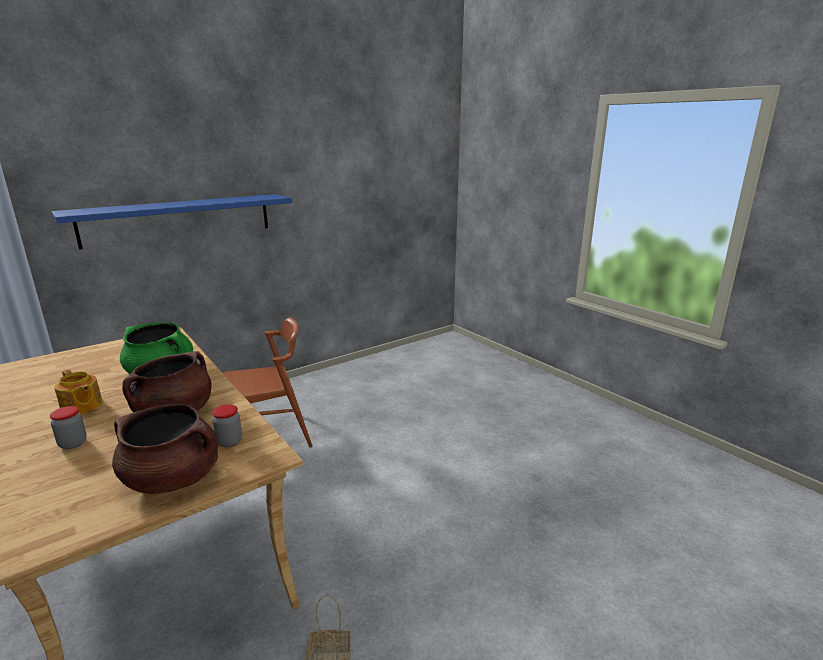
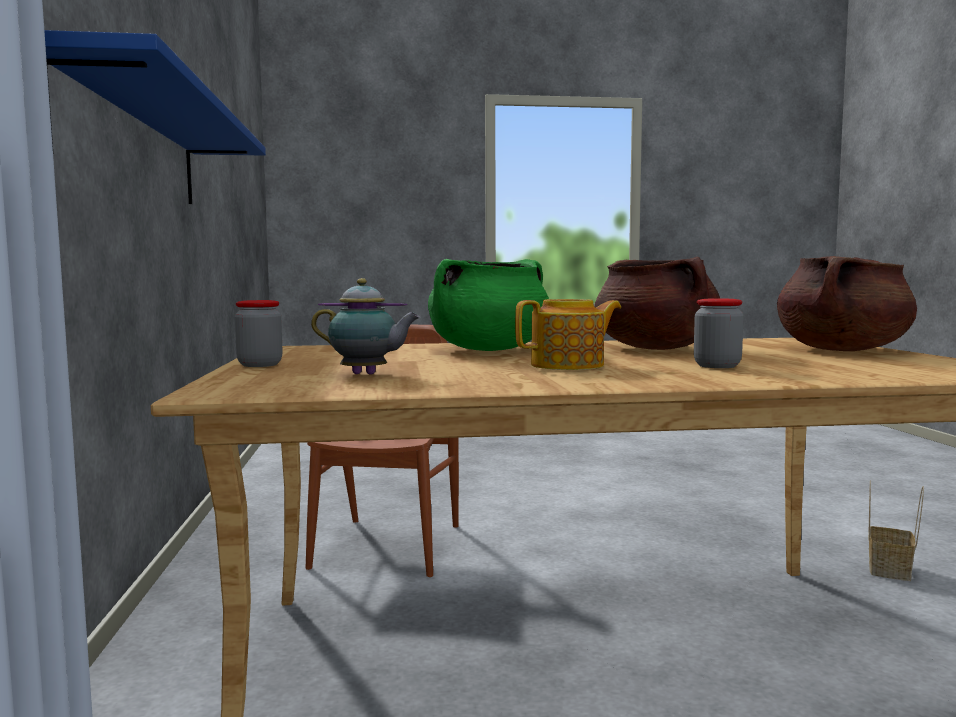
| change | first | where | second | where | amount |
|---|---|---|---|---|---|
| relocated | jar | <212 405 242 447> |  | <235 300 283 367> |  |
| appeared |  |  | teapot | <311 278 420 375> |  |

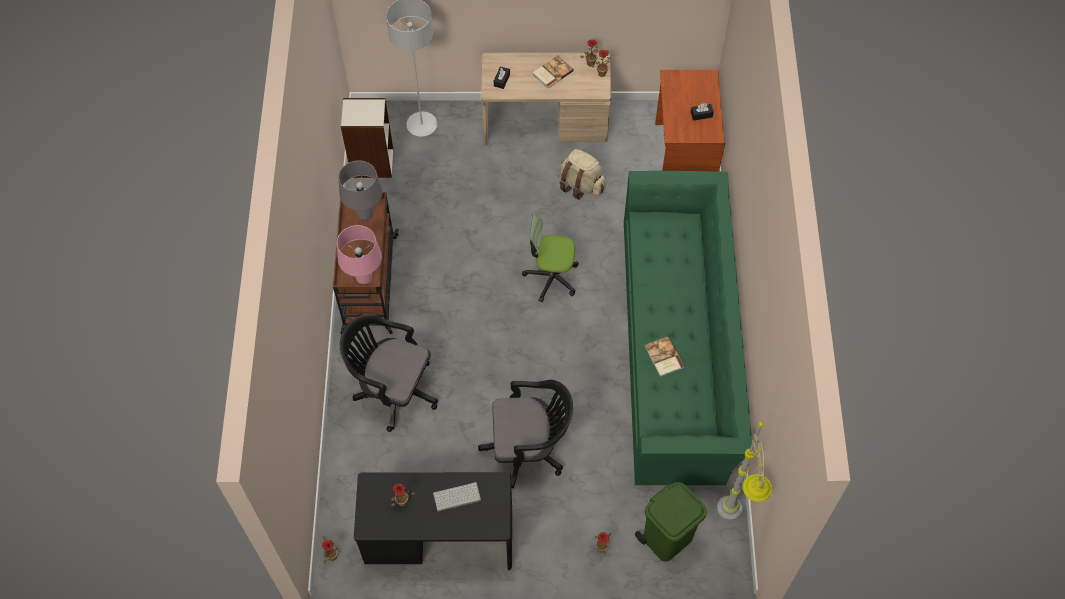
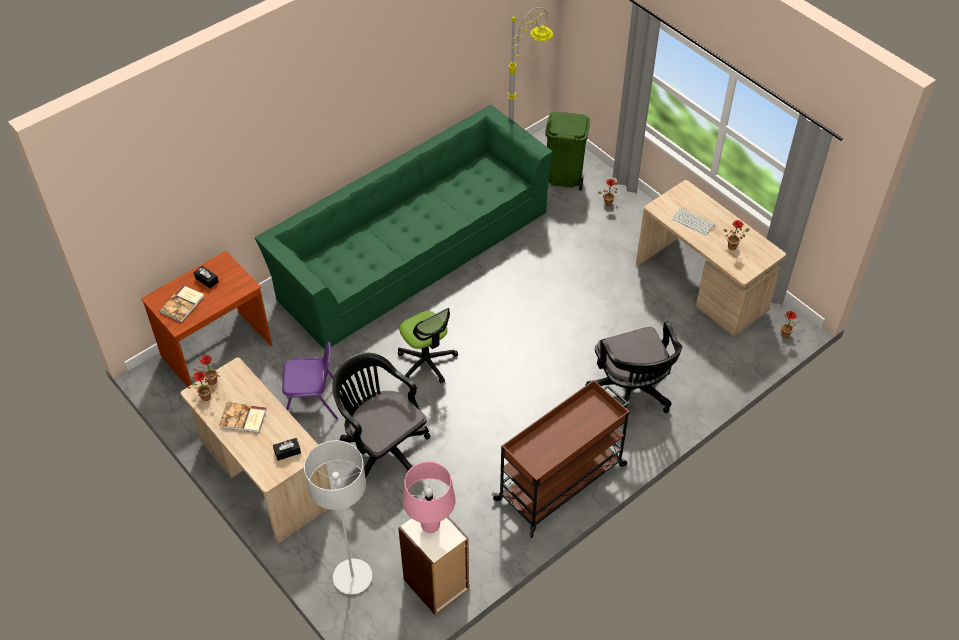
| change | first | where | second | where | amount |
|---|---|---|---|---|---|
| relocated | pink table lamp | <337 225 382 285> |  | <403 461 455 533> |  |
| missing | grey table lamp | <339 160 383 221> |  |  |  |
| colour | black desk | <354 472 512 570> | beige desk | <636 180 786 336> |  |
| relocated | black office chair | <478 380 573 489> |  | <332 353 430 478> |  |
| exchanged | beige backpack | <559 149 605 200> | purple chair | <282 342 338 420> |  |
| relocated | book | <645 336 684 377> |  | <159 285 204 322> |  |

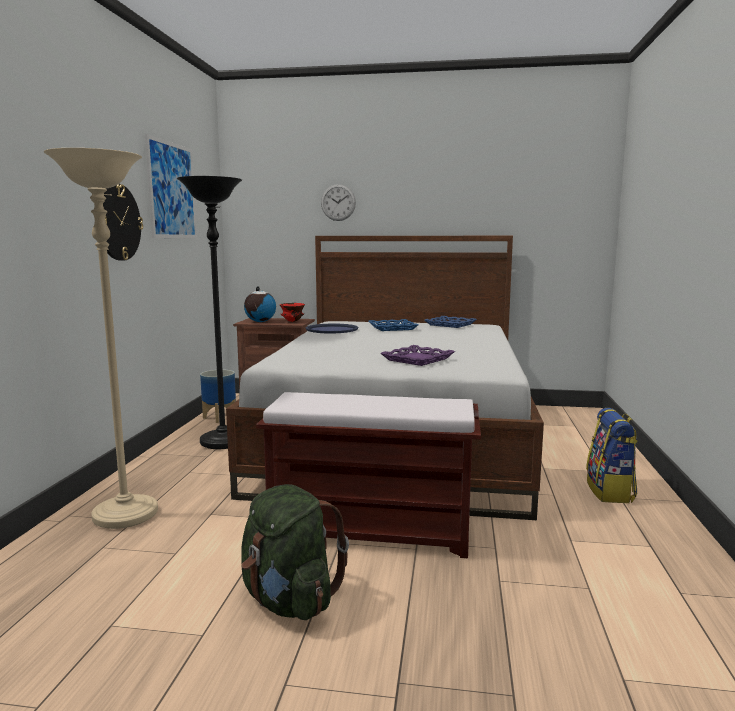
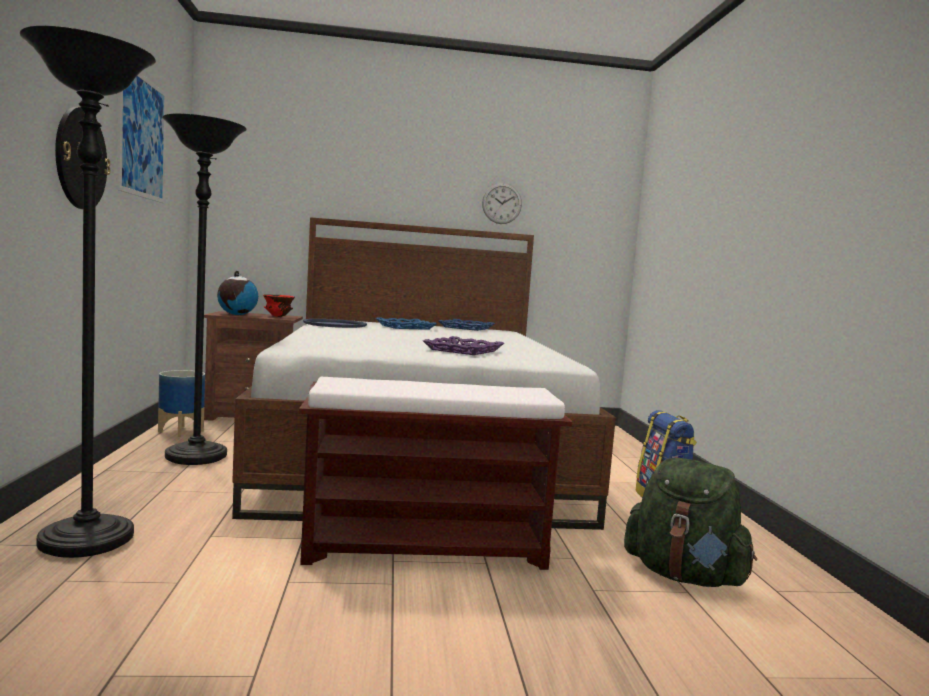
| change | first | where | second | where | amount |
|---|---|---|---|---|---|
| colour | beige floor lamp | <44 148 158 529> | black floor lamp | <20 26 156 558> |  |
| relocated | green backpack | <241 484 349 620> |  | <624 458 757 587> |  |
| relocated | wall clock | <321 184 356 221> |  | <482 183 522 224> |  |

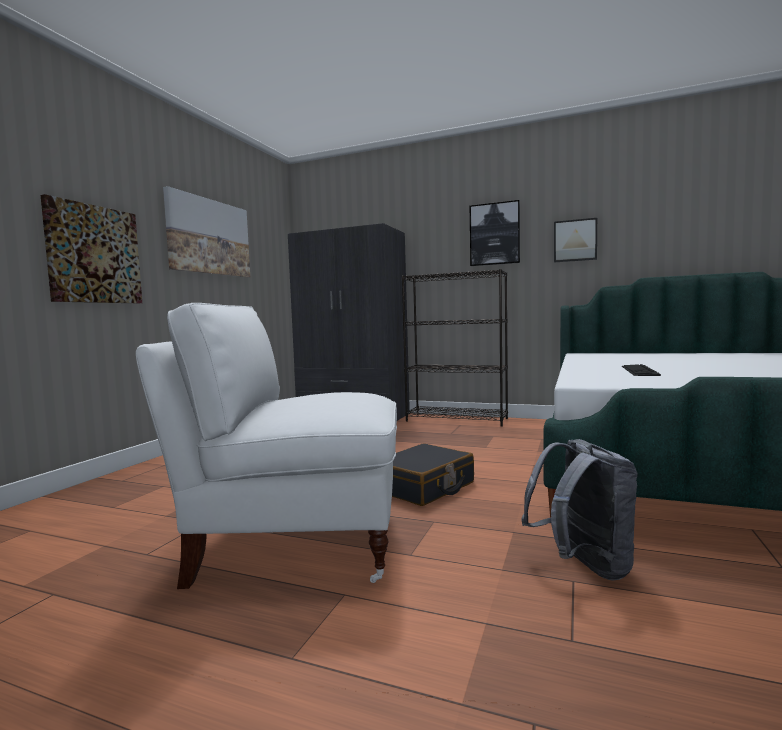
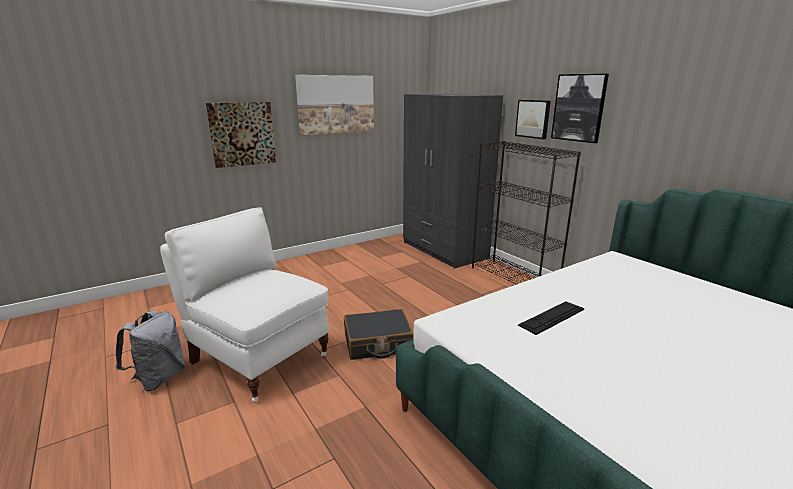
| change | first | where | second | where | amount |
|---|---|---|---|---|---|
| relocated | grey backpack | <521 439 638 581> |  | <116 311 185 391> |  |
| relocated | picture | <554 218 597 262> |  | <515 100 551 139> |  |

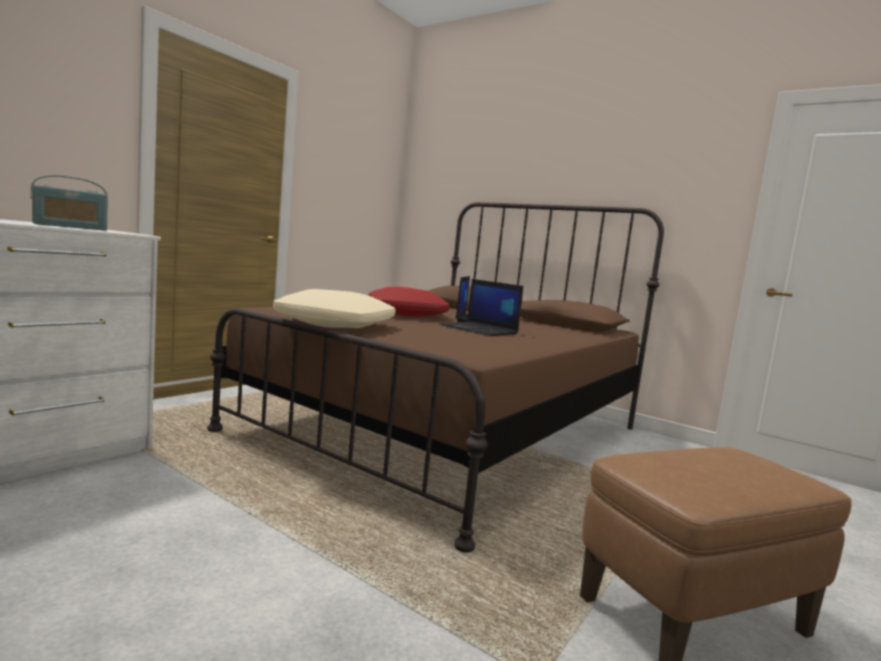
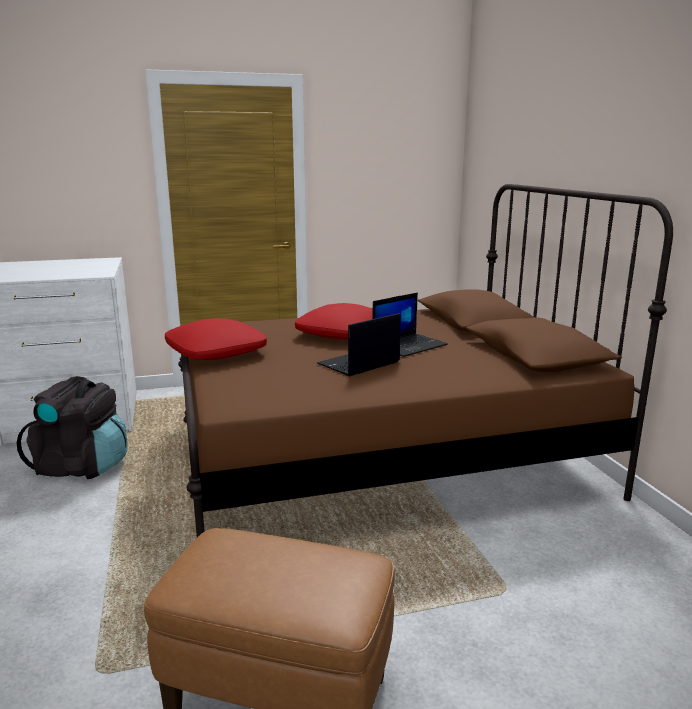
| change | first | where | second | where | amount |
|---|---|---|---|---|---|
| missing | radio | <30 175 108 231> |  |  |  |
| colour | beige pillow | <273 289 395 328> | red pillow | <165 318 267 360> |  |
| spun | laptop | <439 279 524 336> |  | <317 313 400 376> | 60 degrees clockwise |
| appeared |  |  | black backpack | <17 376 127 479> |  |

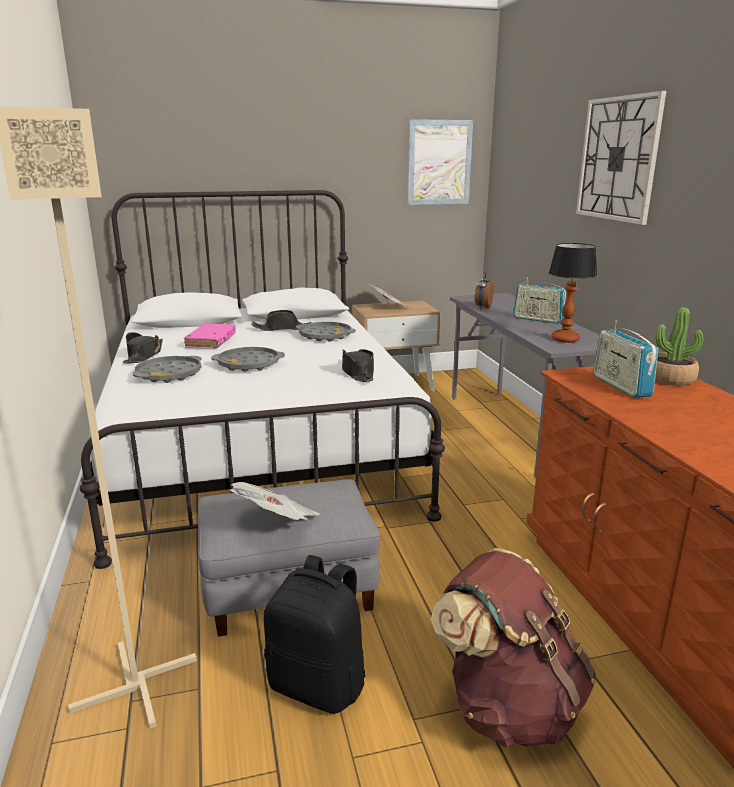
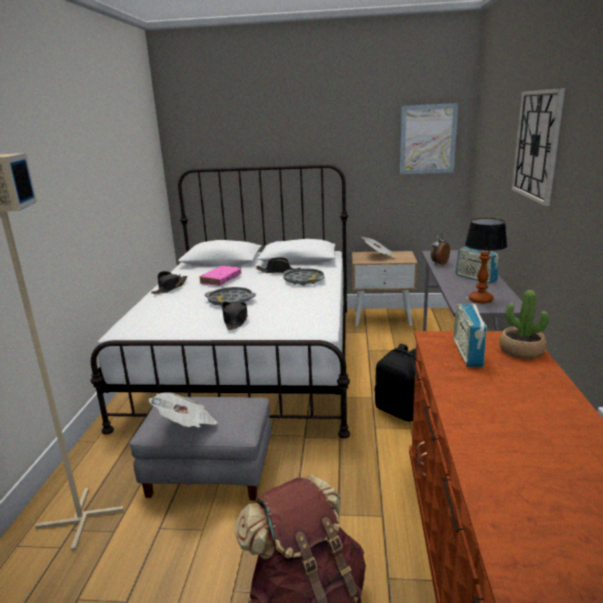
| change | first | where | second | where | amount |
|---|---|---|---|---|---|
| missing | grey tray | <132 356 202 383> |  |  |  |
| relocated | black backpack | <264 555 365 714> |  | <375 344 416 421> |  |
| relocated | black hat | <342 349 374 382> |  | <222 302 248 330> |  |

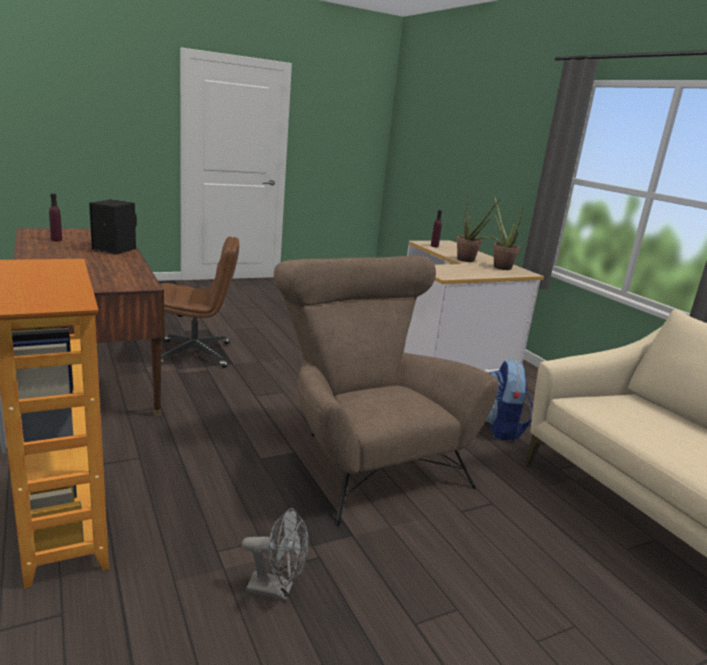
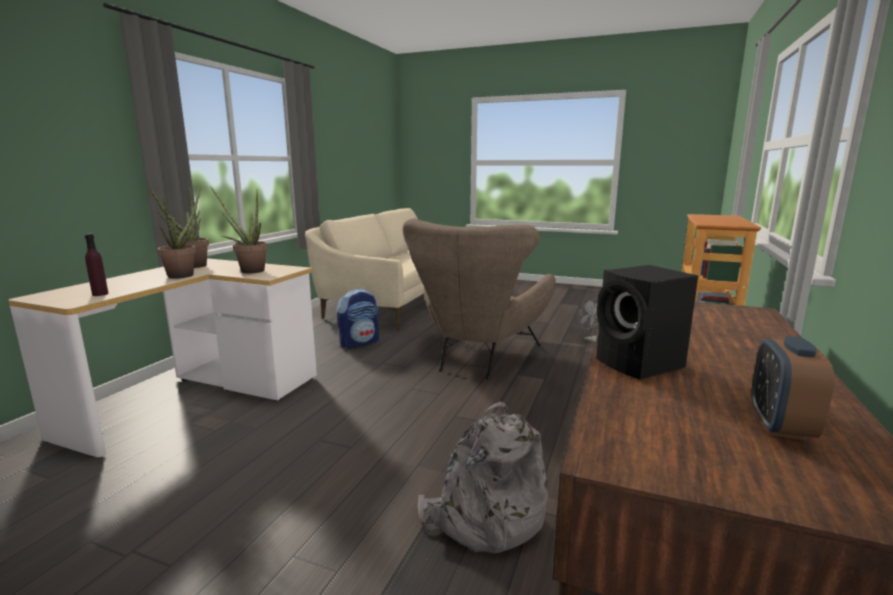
| change | first | where | second | where | amount |
|---|---|---|---|---|---|
| exchanged | purple bottle | <49 193 62 241> | alarm clock | <752 336 834 440> |  |
| exchanged | brown office chair | <160 237 239 368> | grey backpack | <418 402 548 553> |  |
| appeared |  |  | potted plant | <210 186 268 273> |  |

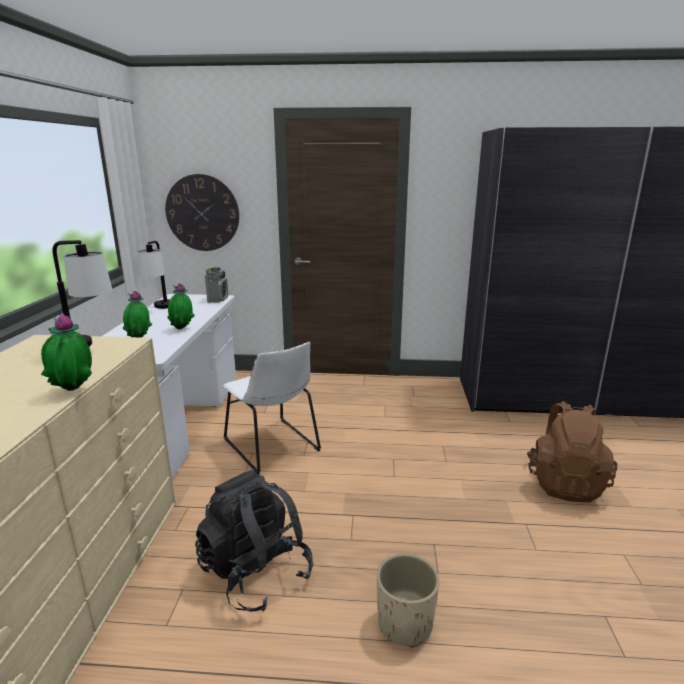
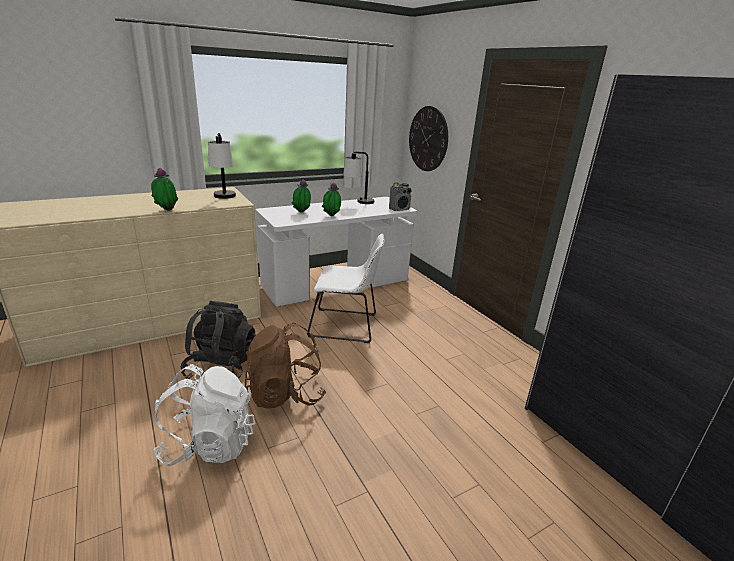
| change | first | where | second | where | amount |
|---|---|---|---|---|---|
| spun | white chair | <223 342 321 475> |  | <307 234 384 343> | 105 degrees counterclockwise |
| exchanged | beige planter | <377 554 439 648> | white backpack | <153 364 255 466> |  |
| relocated | brown backpack | <527 401 617 503> |  | <245 323 326 409> |  |

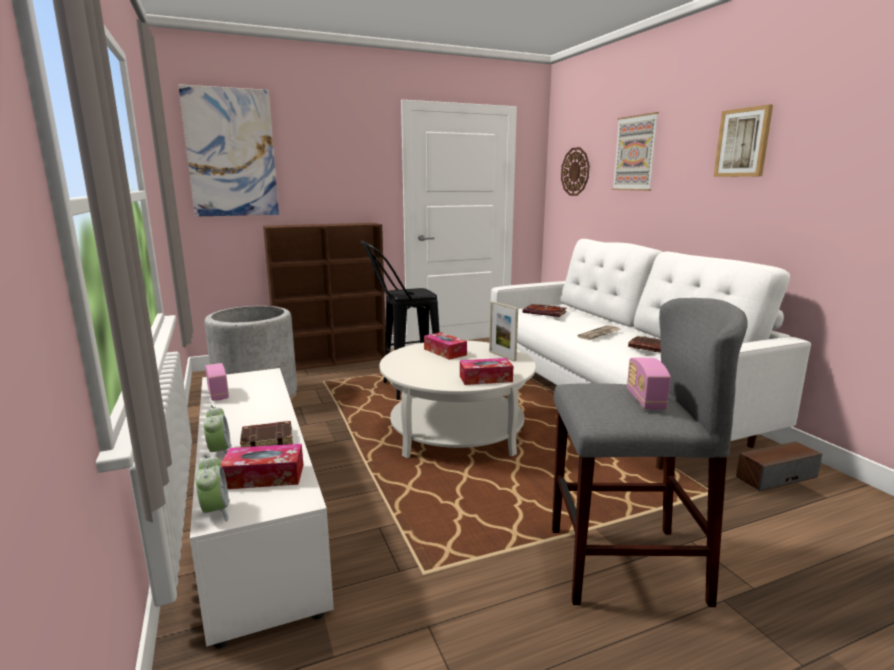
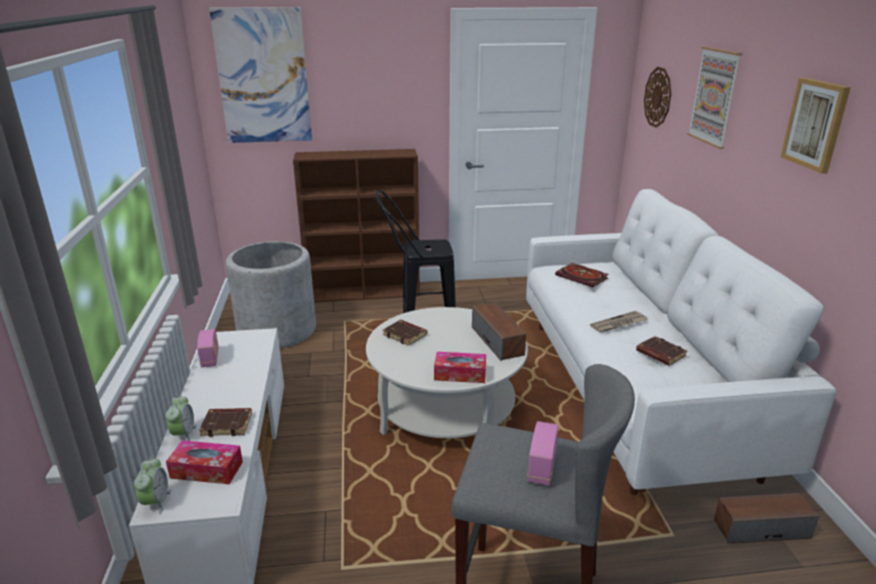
| change | first | where | second | where | amount |
|---|---|---|---|---|---|
| missing | tissue box | <424 332 467 360> |  |  |  |
| exchanged | picture frame | <489 301 518 362> | speaker | <472 303 526 361> |  |
| appeared |  |  | brown book | <383 320 427 346> |  |

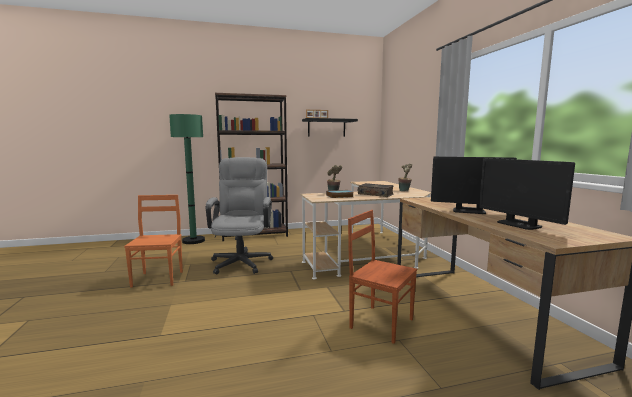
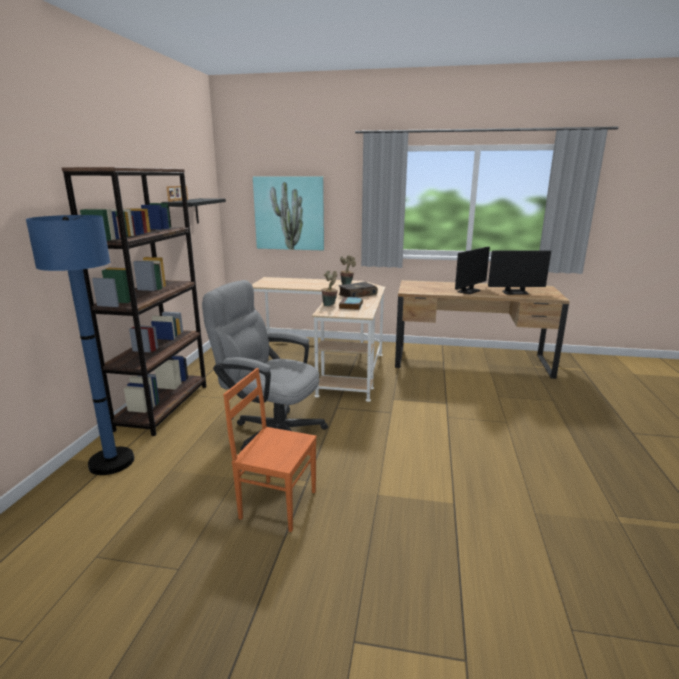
| change | first | where | second | where | amount |
|---|---|---|---|---|---|
| colour | green floor lamp | <169 114 205 244> | blue floor lamp | <26 215 134 475> |  |
| missing | brown chair | <348 210 417 344> |  |  |  |
| appeared |  |  | picture | <253 176 324 250> |  |

